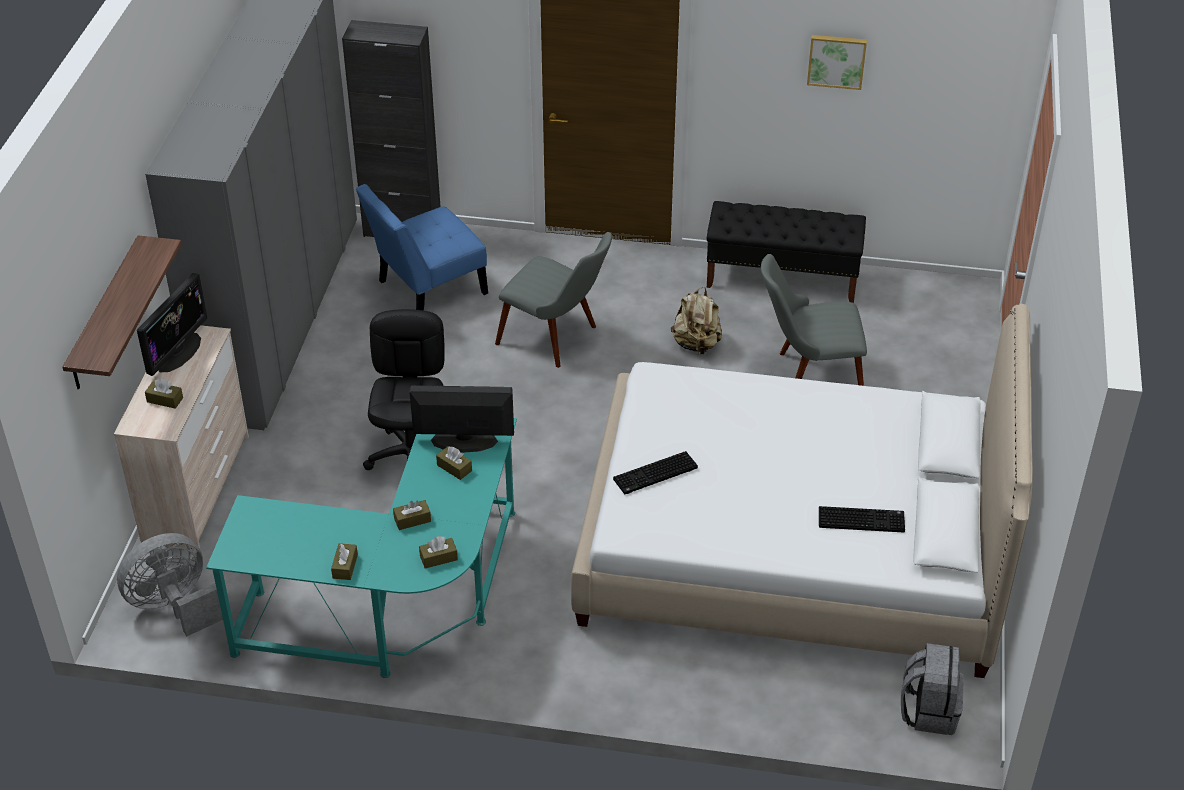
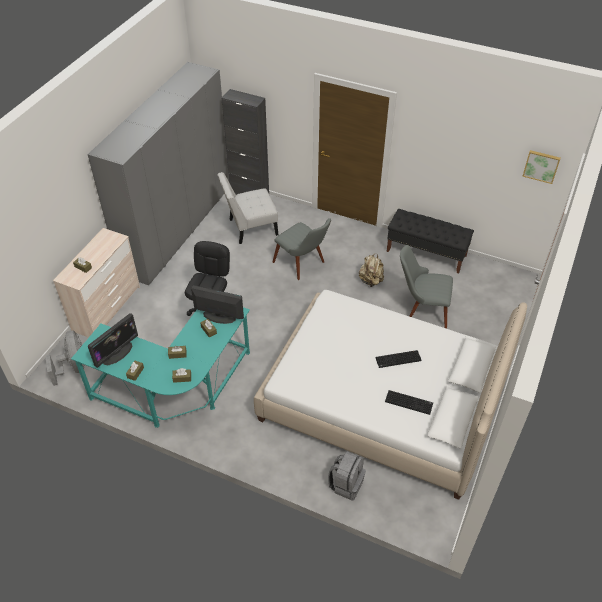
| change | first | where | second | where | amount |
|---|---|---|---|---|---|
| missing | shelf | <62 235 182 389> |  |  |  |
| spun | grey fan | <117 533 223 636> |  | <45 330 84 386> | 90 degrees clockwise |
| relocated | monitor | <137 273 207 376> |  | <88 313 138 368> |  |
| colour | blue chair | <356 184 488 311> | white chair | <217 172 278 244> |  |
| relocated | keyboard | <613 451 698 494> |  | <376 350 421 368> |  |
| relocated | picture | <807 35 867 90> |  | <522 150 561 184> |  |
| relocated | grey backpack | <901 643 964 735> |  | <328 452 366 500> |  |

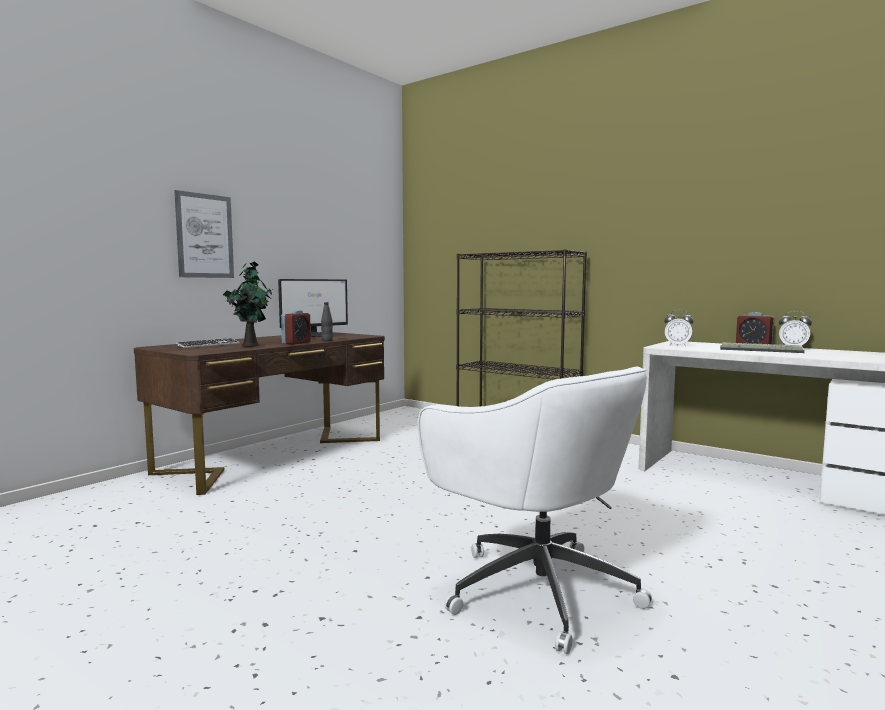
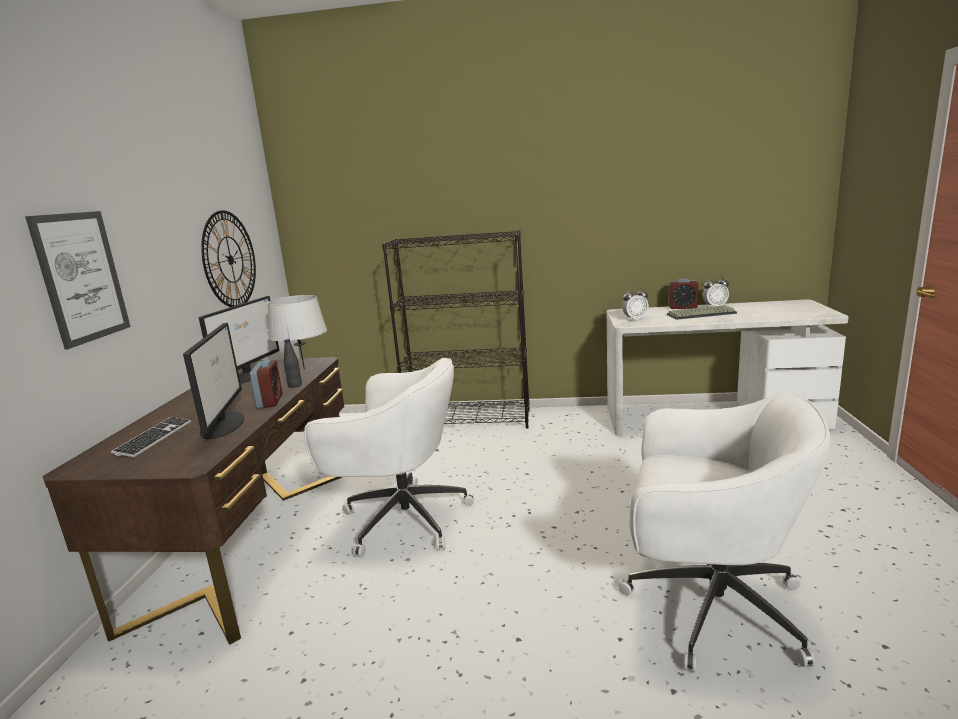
| change | first | where | second | where | amount |
|---|---|---|---|---|---|
| exchanged | potted plant | <223 261 272 347> | monitor | <183 323 244 439> |  |
| appeared |  |  | wall clock | <201 210 256 307> |  |
| appeared |  |  | grey table lamp | <267 295 327 369> |  |
| appeared |  |  | white office chair | <304 358 474 557> |  |

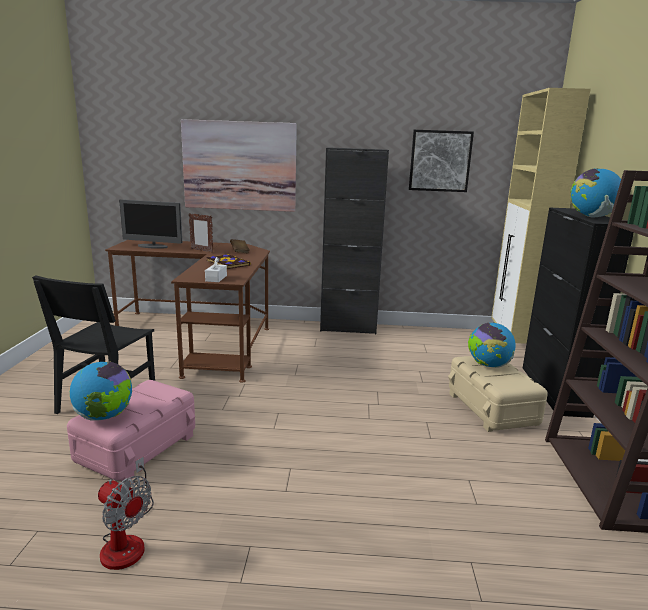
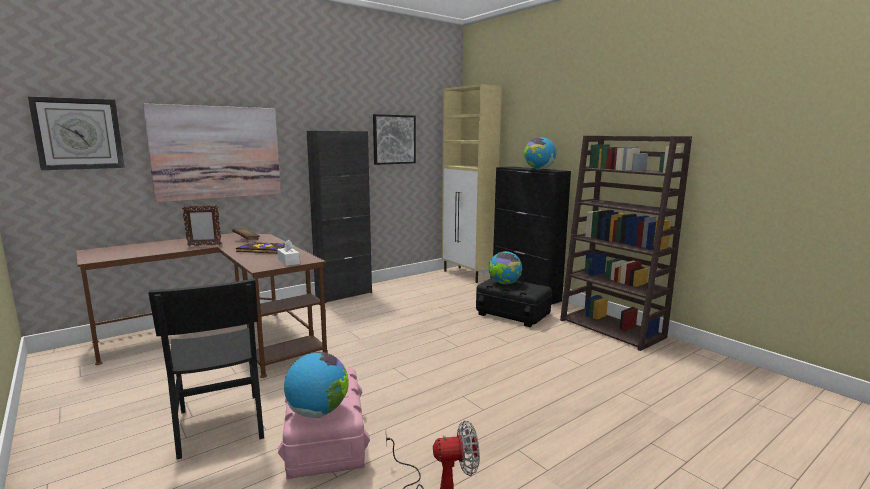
| change | first | where | second | where | amount |
|---|---|---|---|---|---|
| missing | monitor | <119 199 182 249> |  |  |  |
| colour | beige storage box | <448 356 548 432> | black storage box | <476 278 552 327> |  |
| appeared |  |  | wall clock | <28 96 125 170> |  |

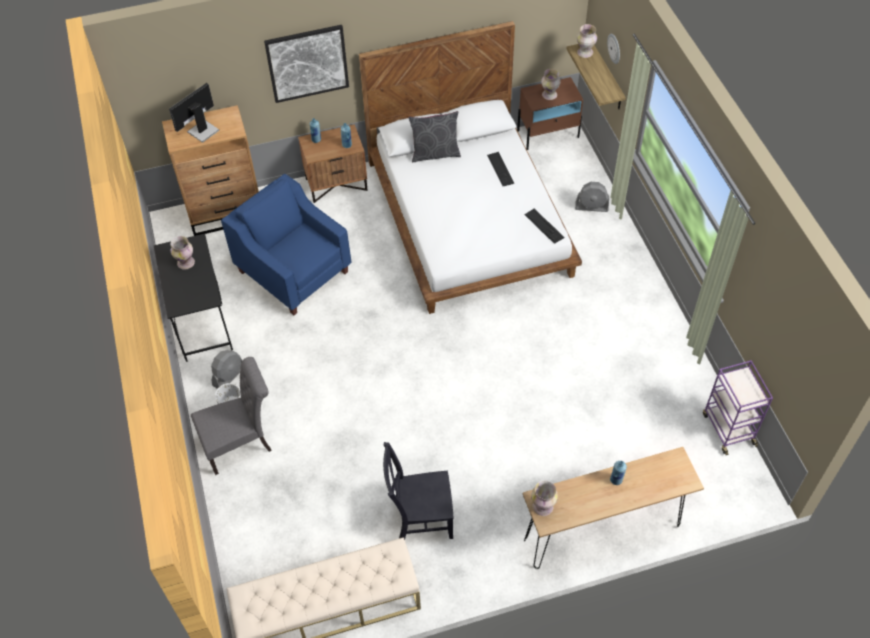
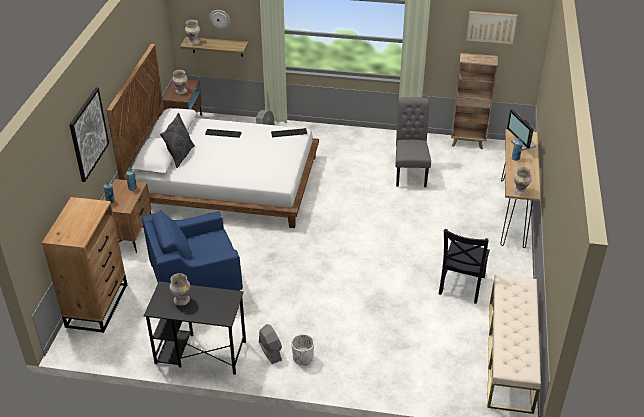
| change | first | where | second | where | amount |
|---|---|---|---|---|---|
| relocated | monitor | <169 83 219 143> |  | <507 109 536 151> |  |
| relocated | grey chair | <191 357 272 475> |  | <395 97 431 187> |  |
| exchanged | purple cart | <703 360 773 455> | brown bookcase | <451 53 498 149> |  |
| appeared |  |  | picture | <466 11 517 44> |  |

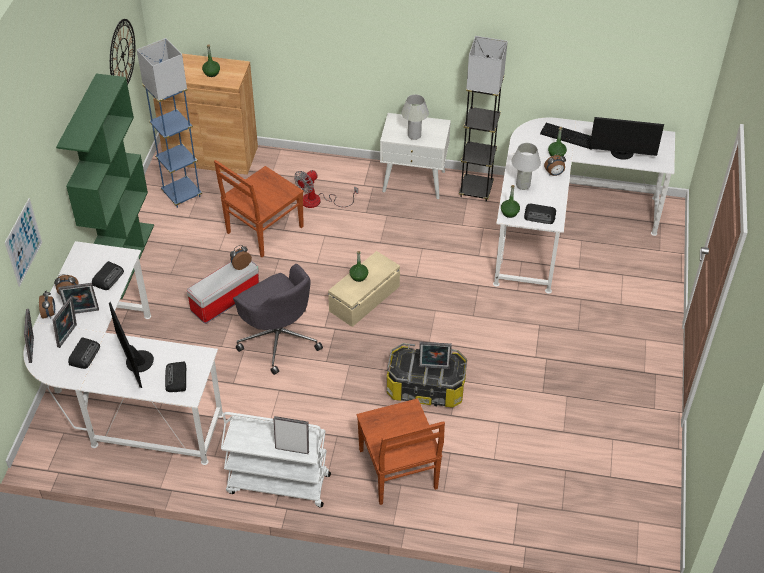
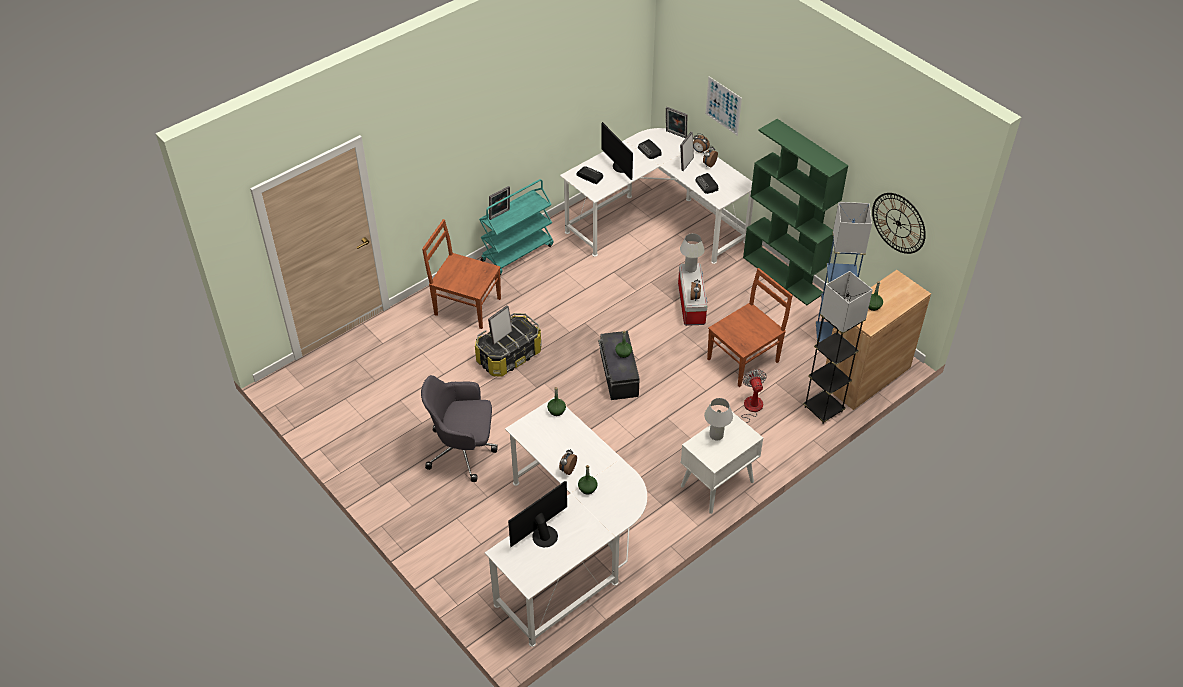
| change | first | where | second | where | amount |
|---|---|---|---|---|---|
| missing | picture frame | <52 297 77 348> |  |  |  |
| spun | monitor | <109 302 154 388> |  | <601 122 633 180> | 135 degrees counterclockwise |
| spun | brown chair | <214 160 304 257> |  | <707 268 793 387> | 60 degrees clockwise |
| colour | white cart | <221 412 331 508> | turquoise cart | <479 179 553 275> |  |
| relocated | grey office chair | <233 264 323 375> |  | <421 375 498 482> |  |
| colour | beige storage box | <328 251 400 327> | black storage box | <598 331 640 400> |  |
| relocated | grey floor lamp | <459 36 508 202> |  | <803 271 873 424> |  |
| relocated | white table lamp | <511 143 541 190> |  | <680 233 705 272> |  |
| missing | radio | <524 204 556 224> |  |  |  |
| missing | keyboard | <540 123 592 150> |  |  |  |

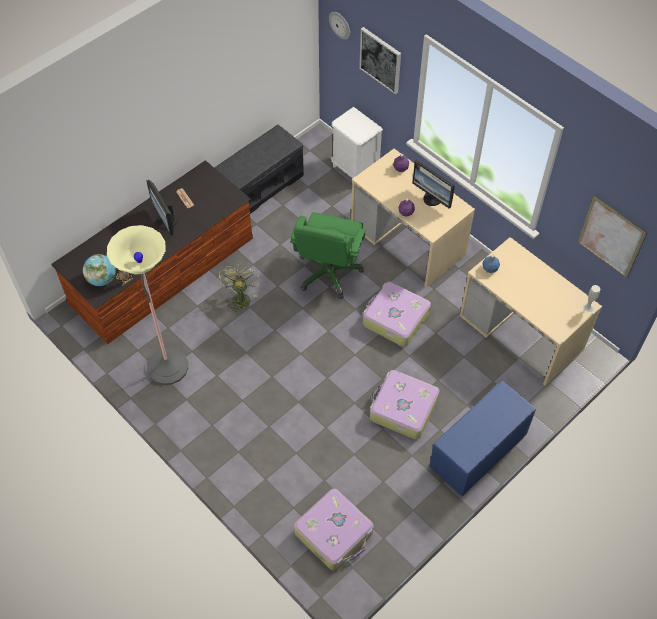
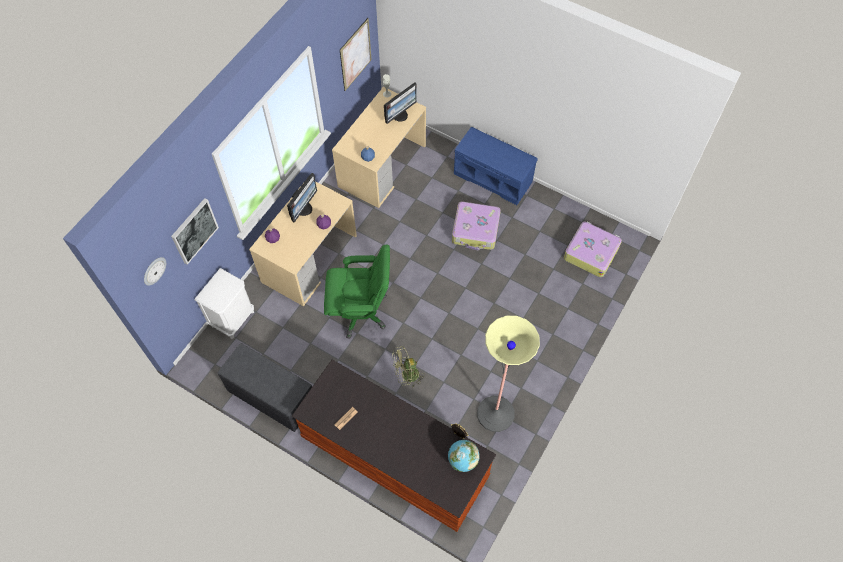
| change | first | where | second | where | amount |
|---|---|---|---|---|---|
| relocated | monitor | <146 180 177 236> |  | <384 82 417 124> |  |
| missing | suitcase | <363 282 431 347> |  |  |  |

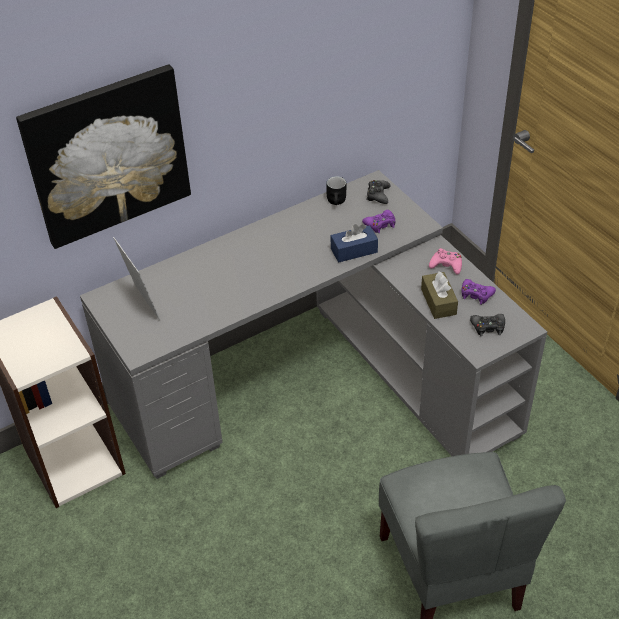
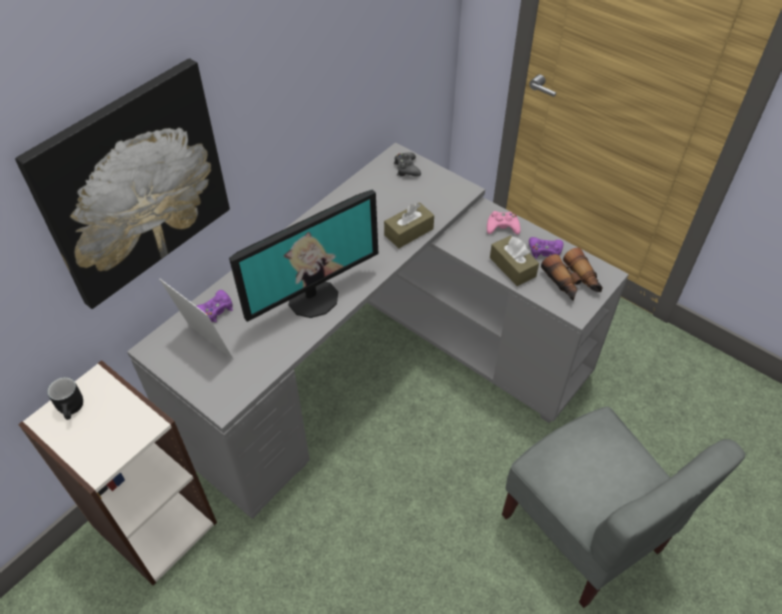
| change | first | where | second | where | amount |
|---|---|---|---|---|---|
| relocated | black mug | <326 176 346 205> |  | <47 377 83 420> |  |
| colour | blue tissue box | <331 224 378 263> | brown tissue box | <384 202 434 248> |  |
| relocated | purple game controller | <362 210 395 233> |  | <197 290 233 323> |  |
| exchanged | black game controller | <470 314 505 336> | binoculars | <541 248 603 301> |  |
| appeared |  |  | monitor | <229 189 379 322> |  |

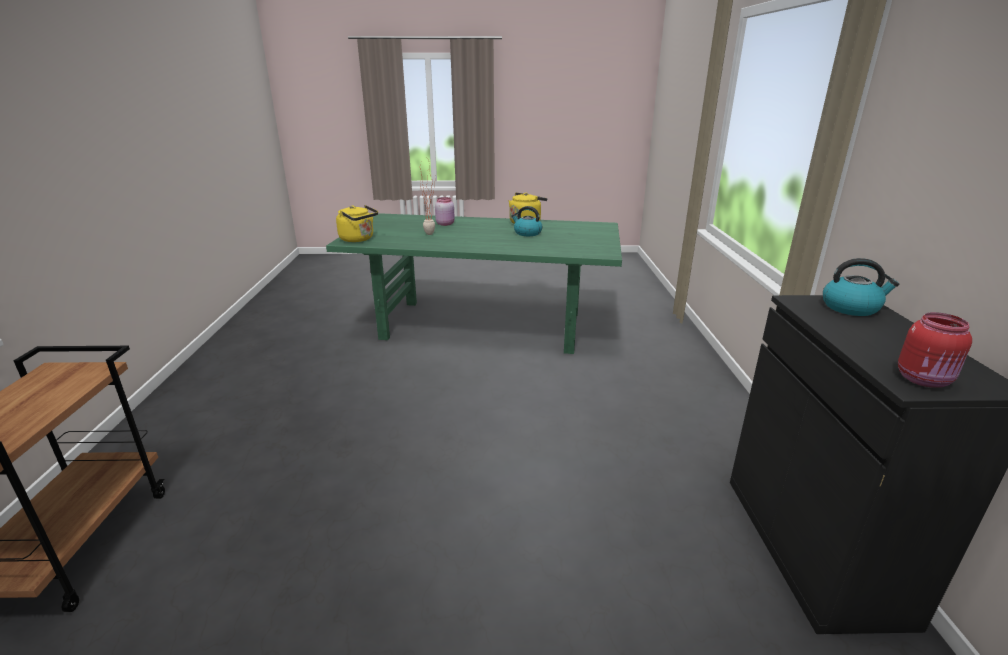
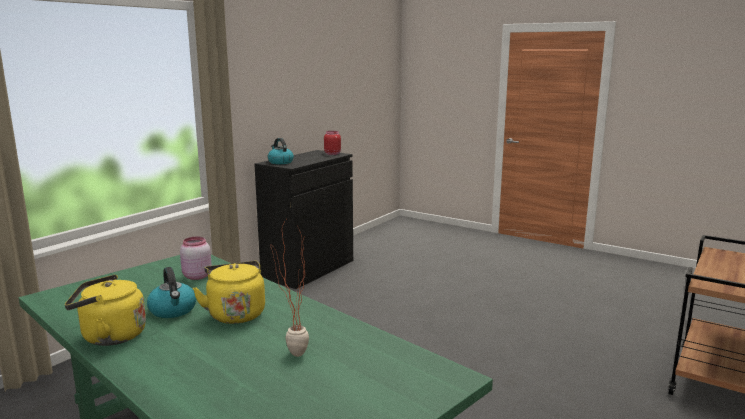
| change | first | where | second | where | amount |
|---|---|---|---|---|---|
| relocated | yellow kettle | <336 205 378 242> |  | <193 261 265 324> |  |
| relocated | pink jar | <435 197 455 226> |  | <180 237 212 280> |  |

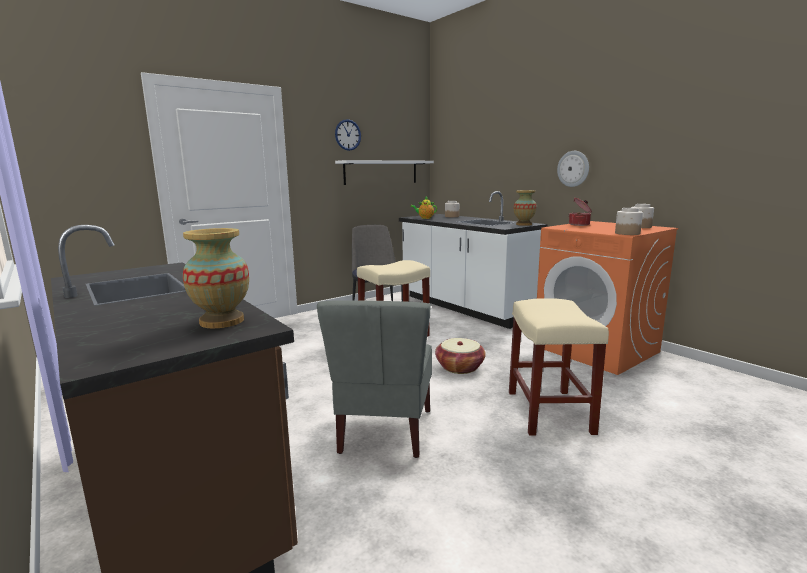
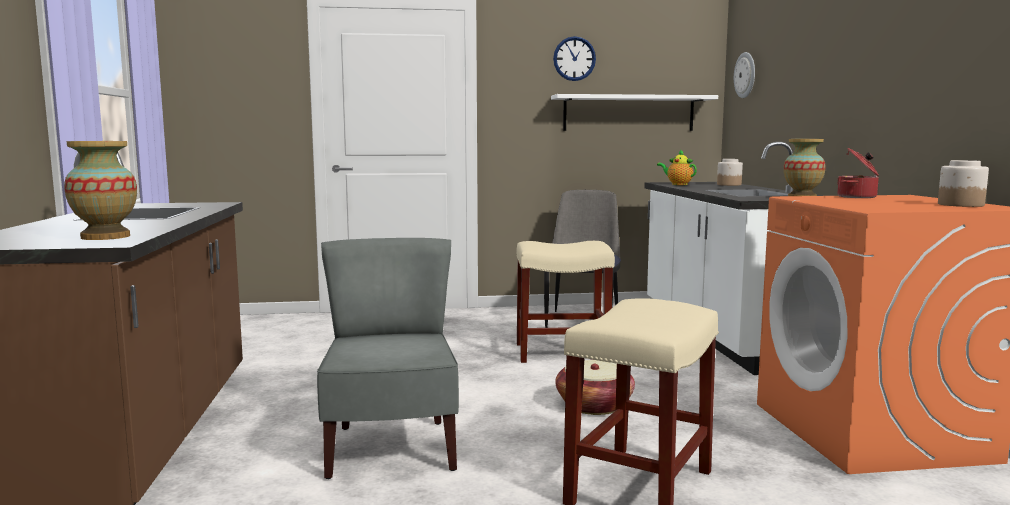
| change | first | where | second | where | amount |
|---|---|---|---|---|---|
| spun | grey chair | <317 300 432 458> |  | <317 238 459 479> | 135 degrees clockwise |
| relocated | wall clock | <557 151 589 187> |  | <734 52 755 98> |  |
| missing | jar | <615 208 643 235> |  |  |  |

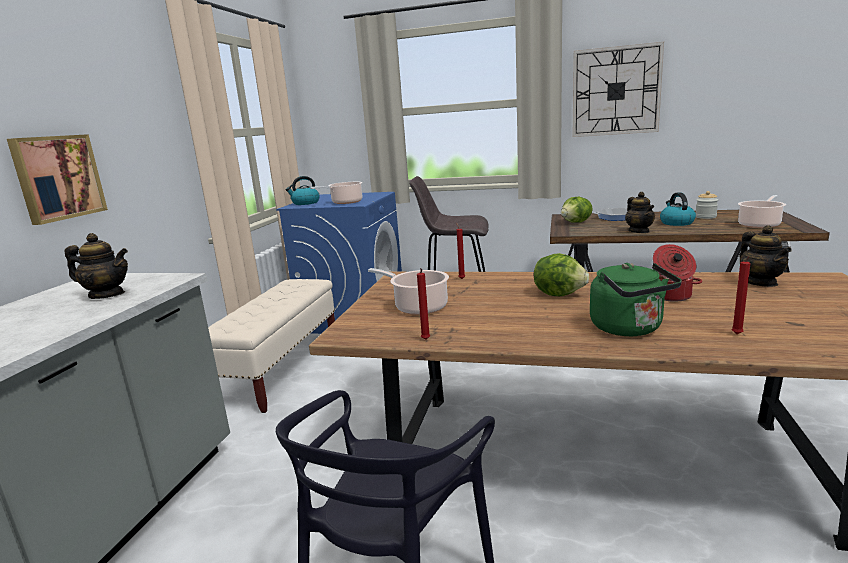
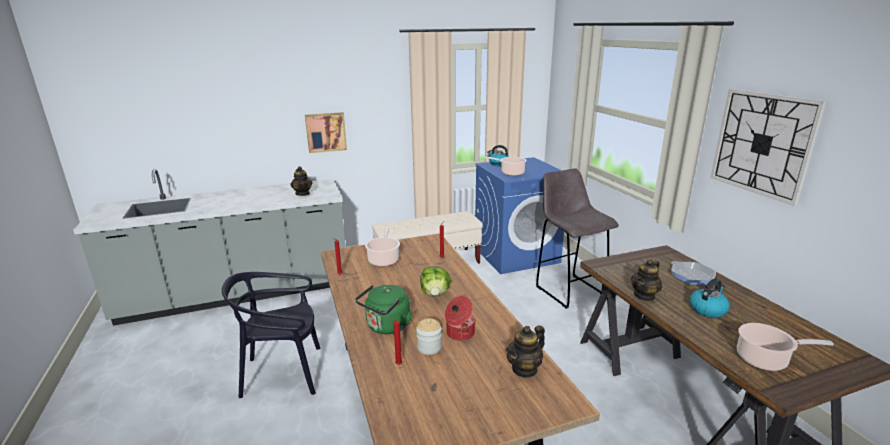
| change | first | where | second | where | amount |
|---|---|---|---|---|---|
| missing | lettuce | <561 197 593 223> |  |  |  |
| relocated | jar | <696 191 718 219> |  | <416 318 442 355> |  |

